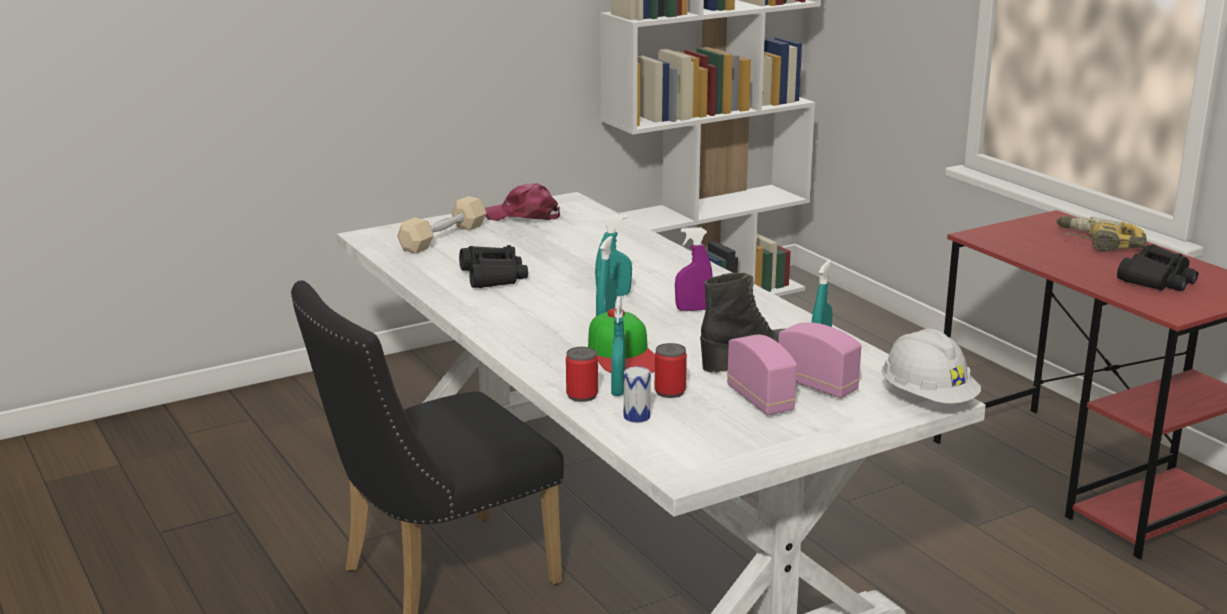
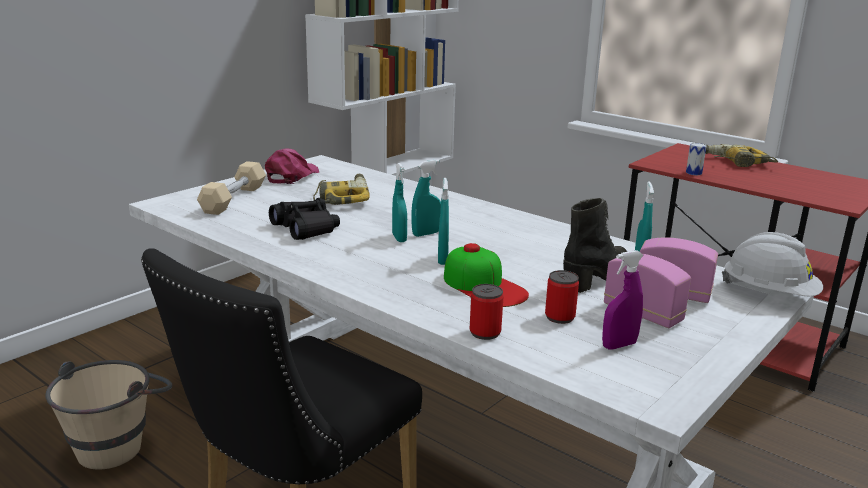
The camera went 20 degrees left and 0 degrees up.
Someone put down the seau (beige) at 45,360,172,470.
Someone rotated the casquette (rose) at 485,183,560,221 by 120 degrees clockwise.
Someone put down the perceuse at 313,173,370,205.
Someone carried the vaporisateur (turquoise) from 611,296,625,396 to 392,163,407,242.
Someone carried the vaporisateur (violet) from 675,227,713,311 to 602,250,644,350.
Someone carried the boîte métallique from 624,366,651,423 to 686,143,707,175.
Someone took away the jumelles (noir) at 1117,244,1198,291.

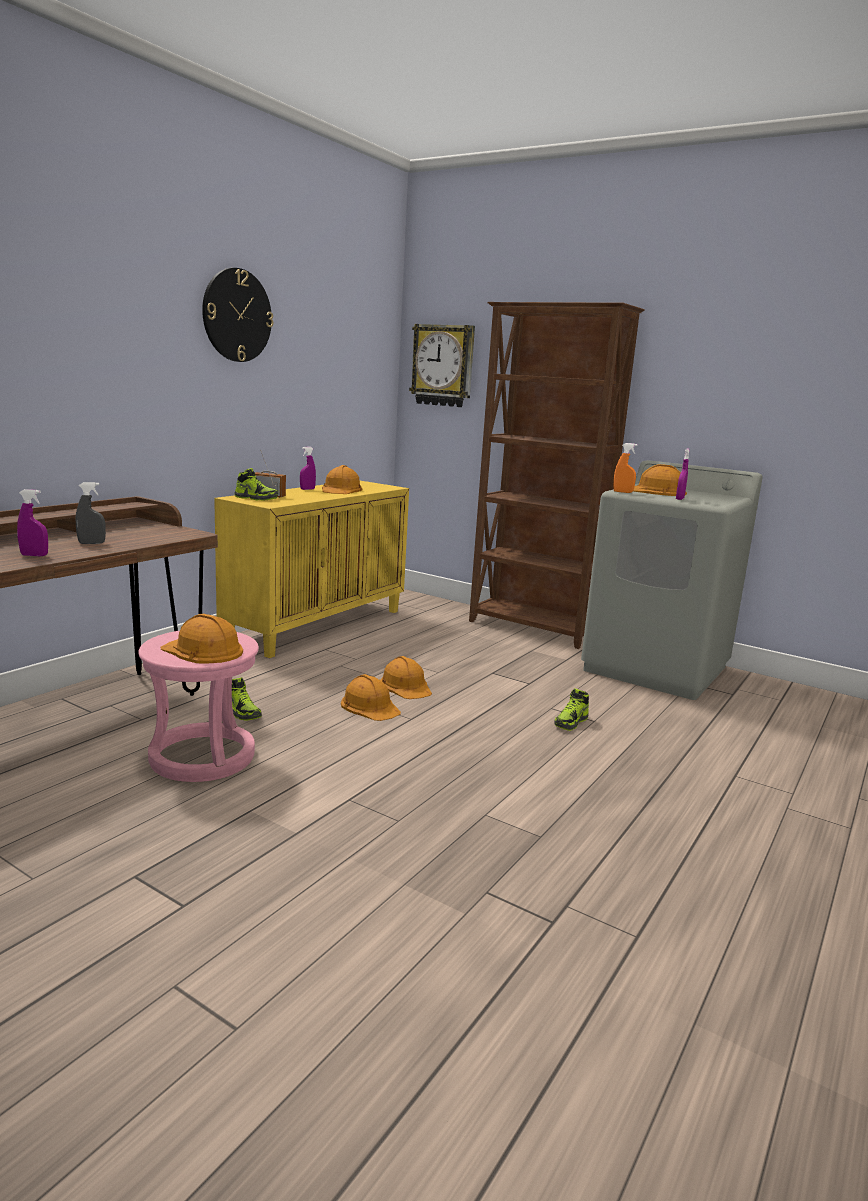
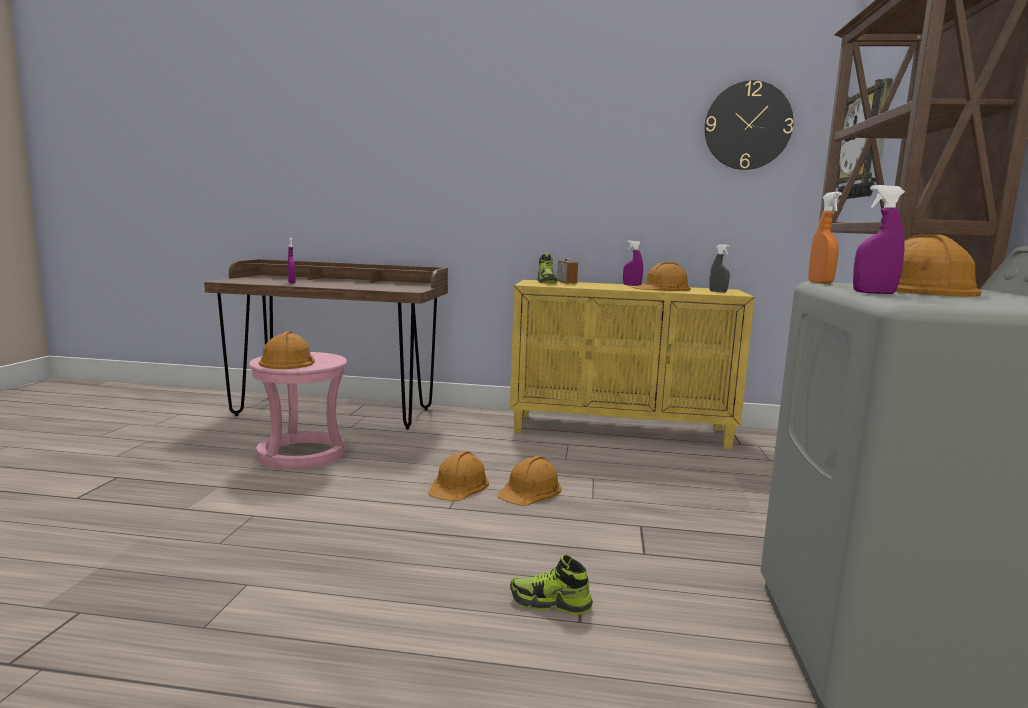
The camera went 65 degrees right and 5 degrees down.
Someone carried the horloge murale from 202,268,273,362 to 704,80,793,170.
Someone carried the vaporisateur (gris) from 76,482,106,544 to 709,244,730,292.
Someone took away the chaussure at 232,677,262,721.

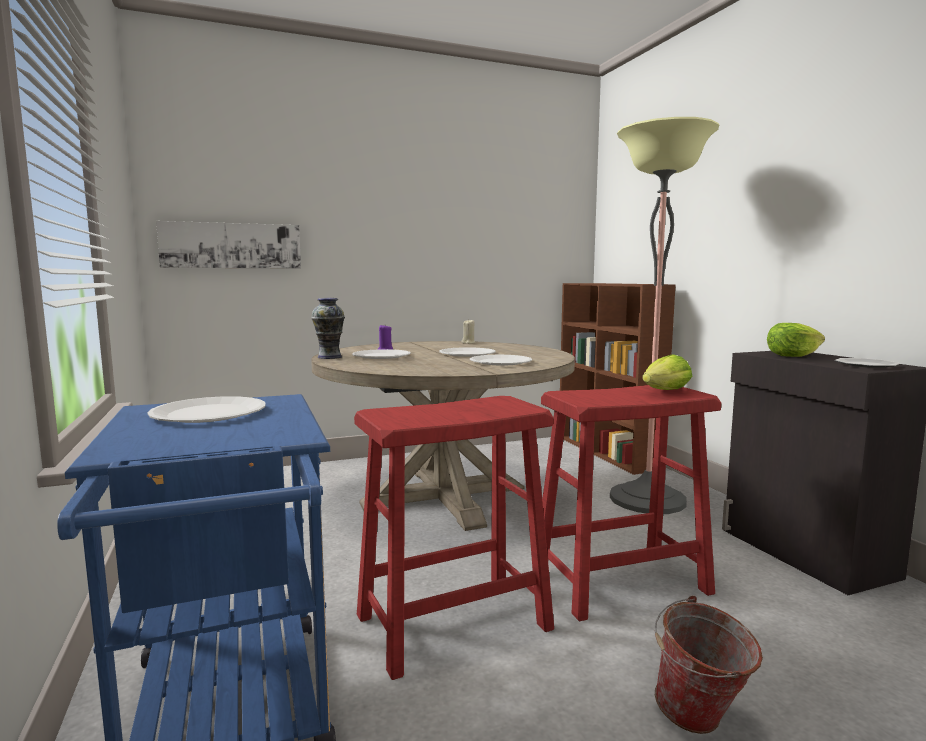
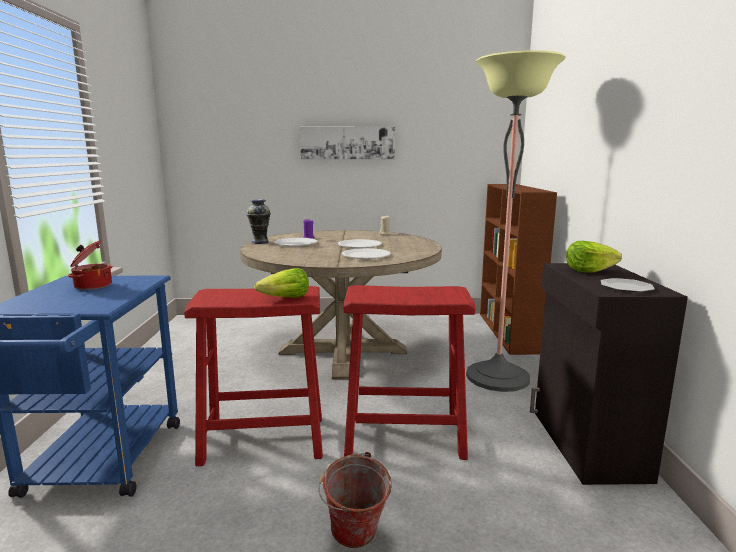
The camera went 20 degrees right and 5 degrees up.
Someone swapped the assiette (blanc) at 147,396,266,423 for the marmite at 68,240,113,290.
Someone carried the laitue from 642,354,693,390 to 254,268,309,297.
Someone carried the tableau from 156,221,301,269 to 300,127,395,159.

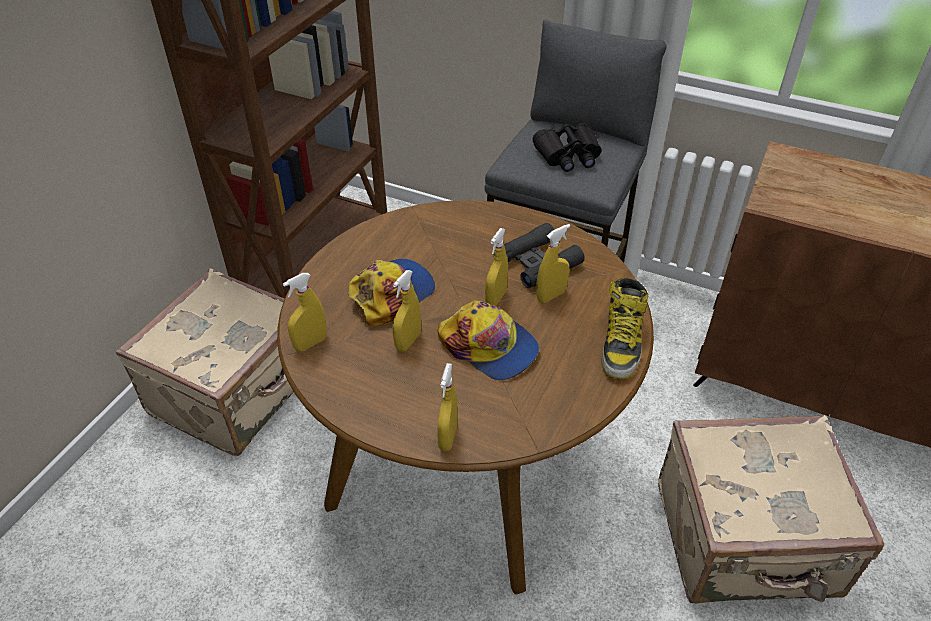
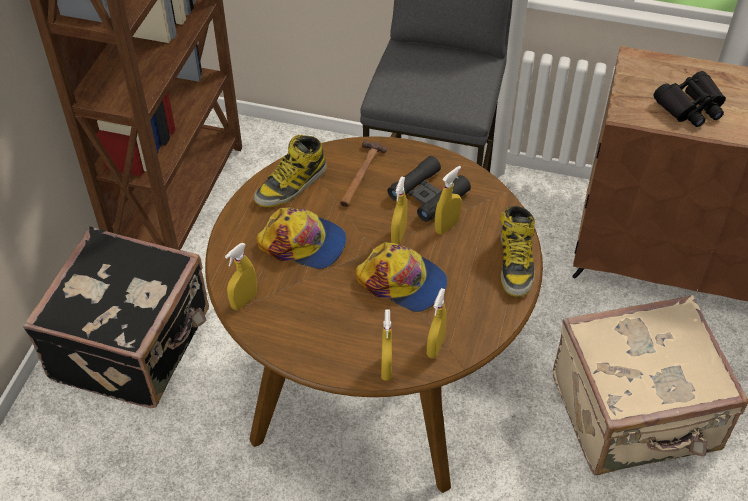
The camera went 10 degrees left and 5 degrees up.
Someone repainted the valise (beige) at 116,268,294,456, which became the valise (noir) at 23,227,209,408.
Someone put down the botte at 254,135,327,207.
Someone rotated the casquette at 348,259,435,326 by 75 degrees clockwise.
Someone put down the marteau at 340,140,387,207.
Someone carried the vaporisateur (jaune) from 393,270,421,352 to 427,288,447,359.
Someone carried the jumelles (noir) from 533,123,601,172 to 654,71,726,127.

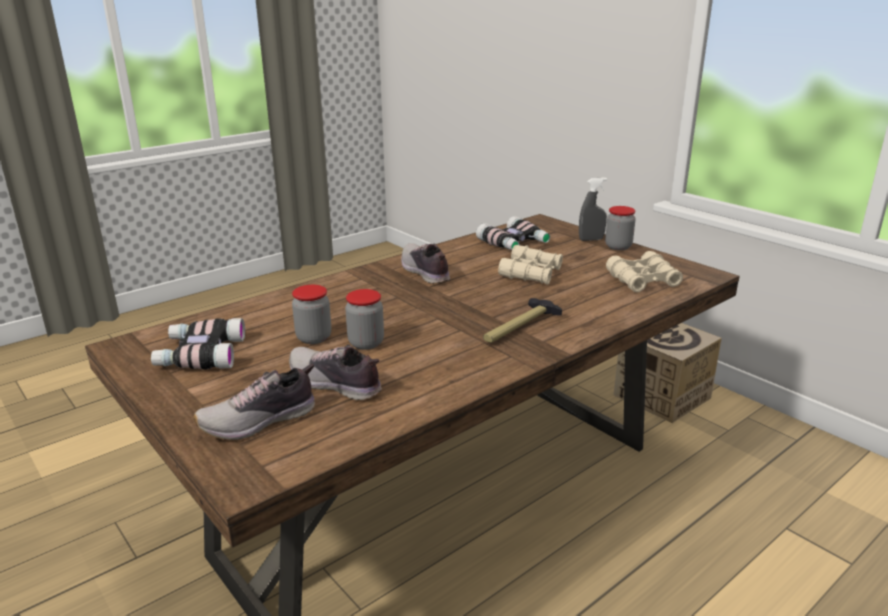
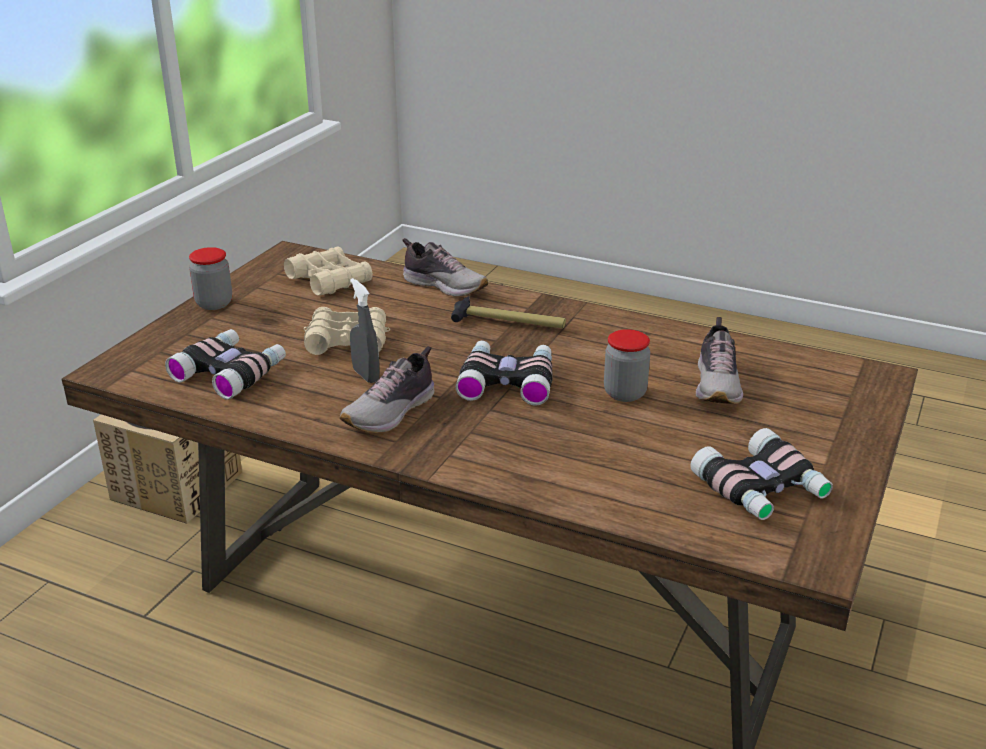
The camera went 115 degrees left and 5 degrees up.
Someone carried the vaporisateur (gris) from 579,177,607,241 to 350,278,379,383.
Someone carried the chaussure from 194,364,315,440 to 402,238,488,297.
Someone put down the jumelles at 456,341,552,406.
Someone took away the bocal at 292,285,331,344.

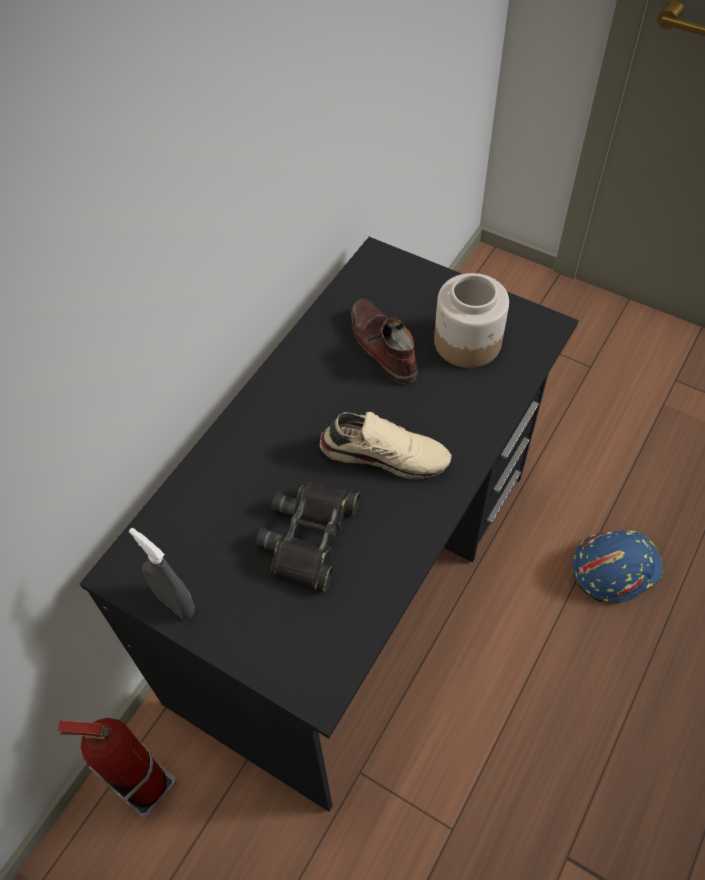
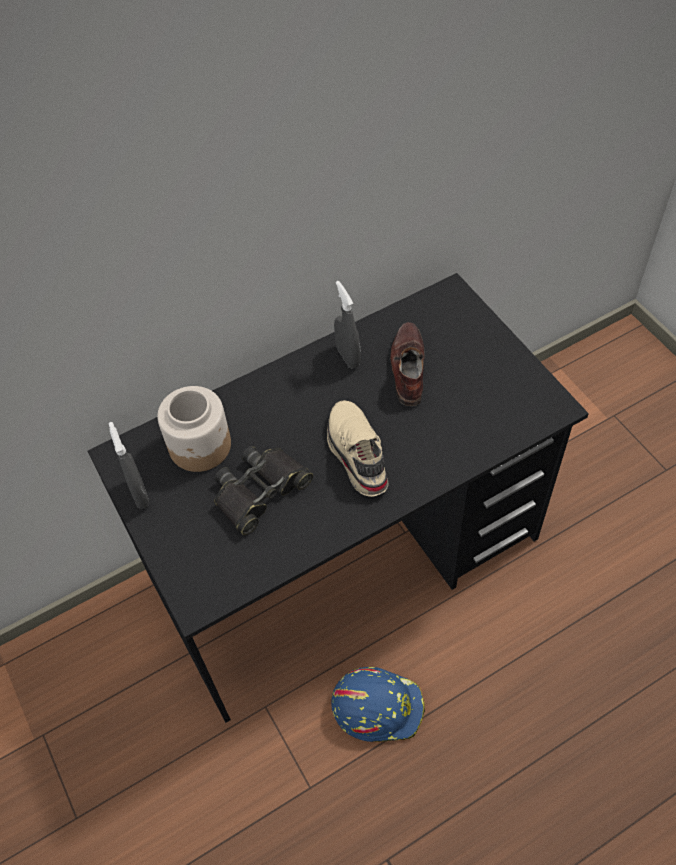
The camera went 30 degrees right and 0 degrees up.
Someone carried the bocal from 434,273,509,368 to 157,386,231,472.
Someone rotated the chaussure (beige) at 320,412,452,479 by 150 degrees counterclockwise.
Someone carried the casque de chantier (bleu) from 573,530,663,603 to 331,667,425,742.
Someone put down the vaporisateur (gris) at 334,281,360,369.
Someone took away the extincteur at 57,718,176,818.

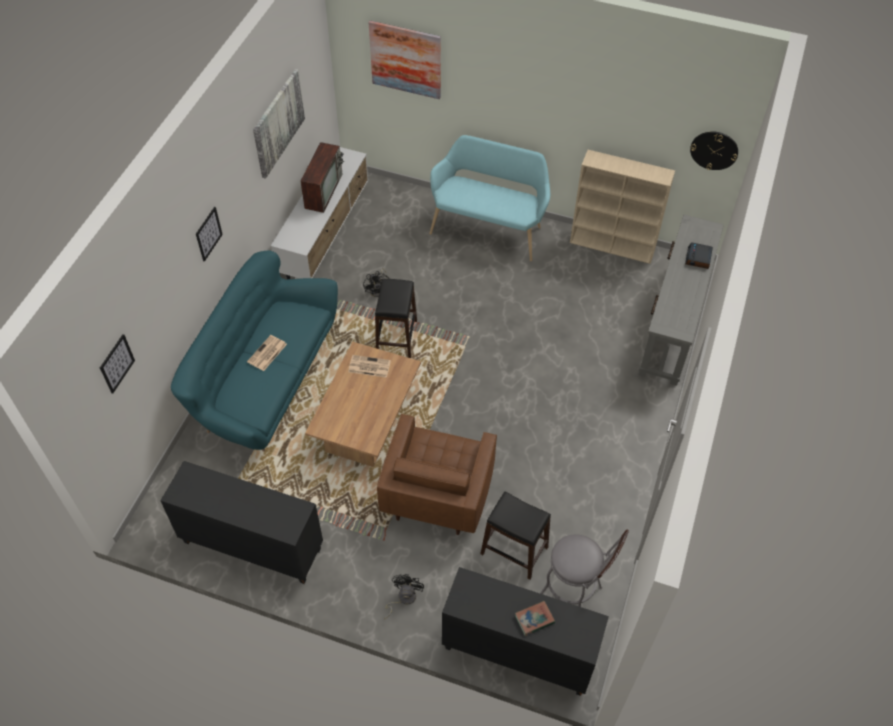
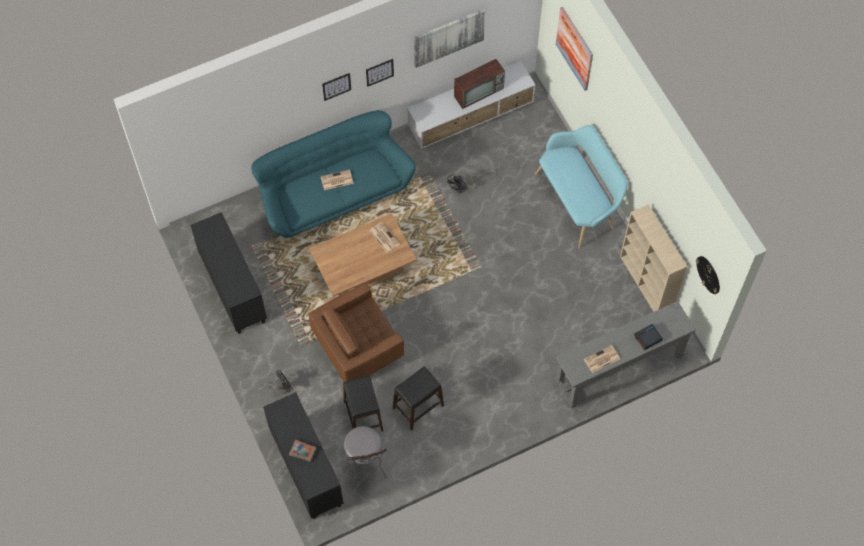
The camera went 45 degrees right and 10 degrees up.
Someone carried the tableau from 100,334,135,394 to 366,59,394,87.
Someone carried the tabouret (noir) from 375,279,417,358 to 393,366,444,430.
Someone put down the journal at 584,345,620,373.

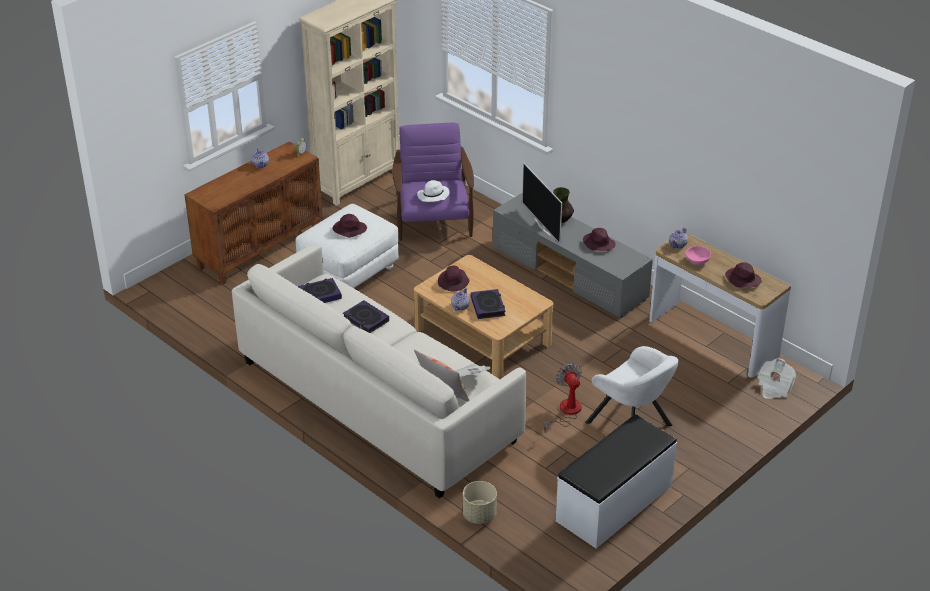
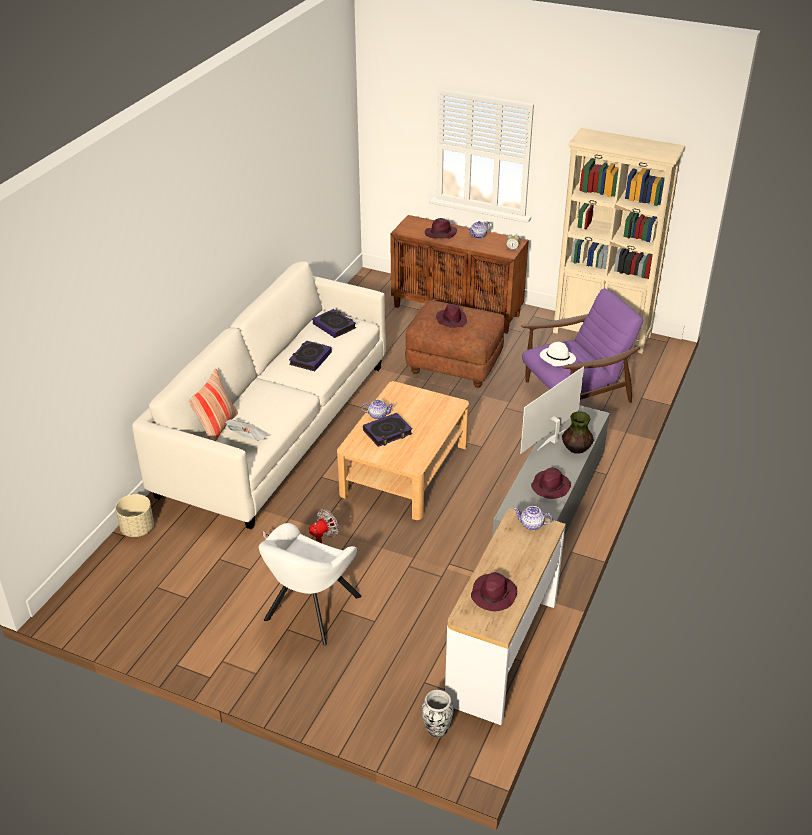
The camera went 70 degrees right and 0 degrees up.
Someone repainted the pouf (blanc) at 296,204,399,288, which became the pouf (marron) at 405,300,505,388.
Someone swapped the journal at 758,358,796,399 for the vase at 422,690,454,738.
Someone carried the chapeau (violet) from 438,265,470,291 to 425,218,457,238.
Someone took away the banc (blanc) at 556,414,677,548.
Someone took away the bol (rose) at 685,246,711,265.

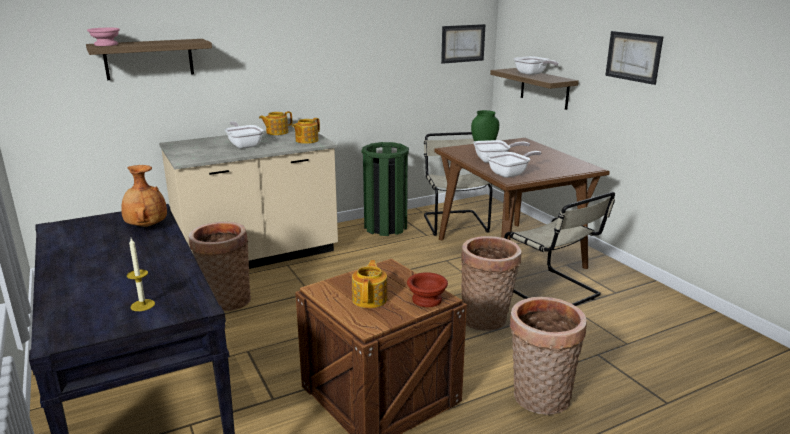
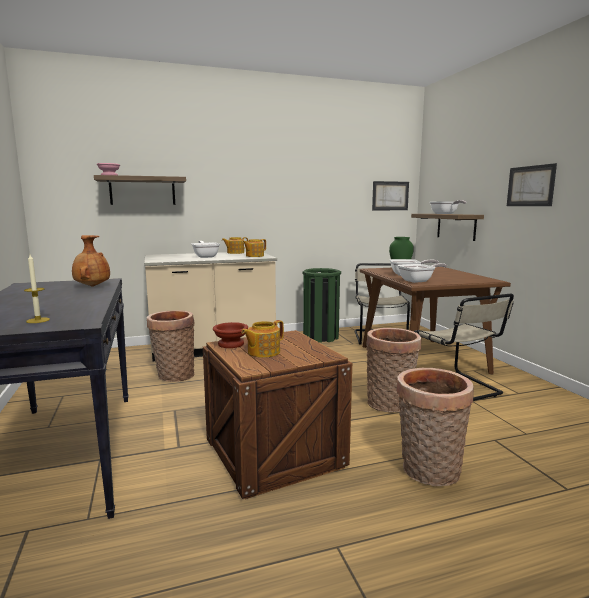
The camera went 10 degrees right and 10 degrees down.
Someone carried the bol (marron) from 407,272,448,307 to 213,322,248,348.
Someone rotated the théière at 352,260,387,308 by 150 degrees counterclockwise.

